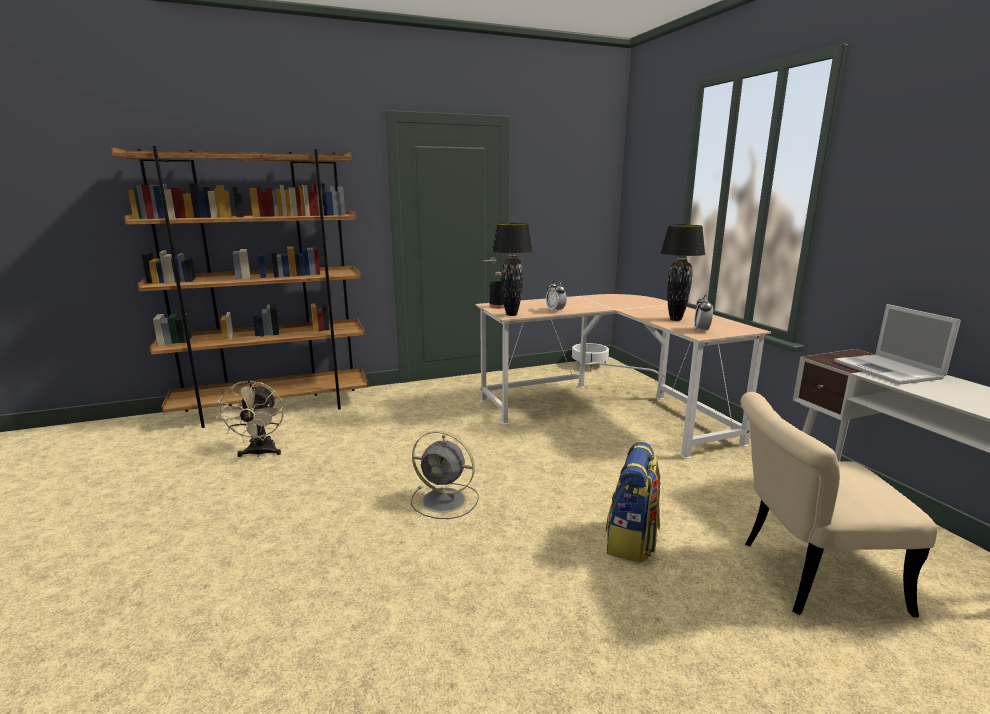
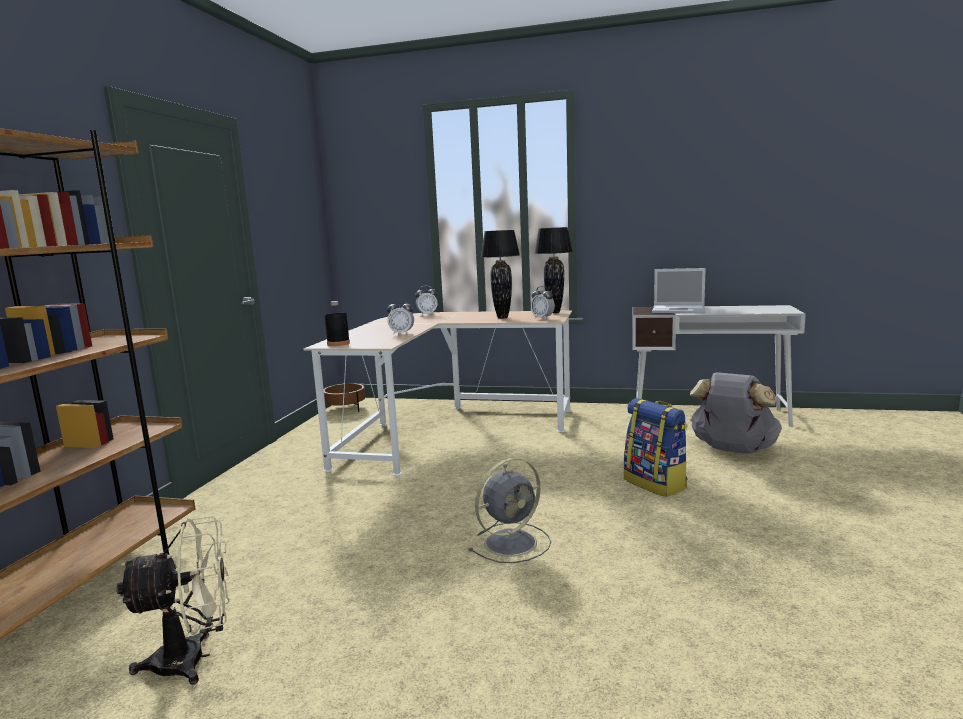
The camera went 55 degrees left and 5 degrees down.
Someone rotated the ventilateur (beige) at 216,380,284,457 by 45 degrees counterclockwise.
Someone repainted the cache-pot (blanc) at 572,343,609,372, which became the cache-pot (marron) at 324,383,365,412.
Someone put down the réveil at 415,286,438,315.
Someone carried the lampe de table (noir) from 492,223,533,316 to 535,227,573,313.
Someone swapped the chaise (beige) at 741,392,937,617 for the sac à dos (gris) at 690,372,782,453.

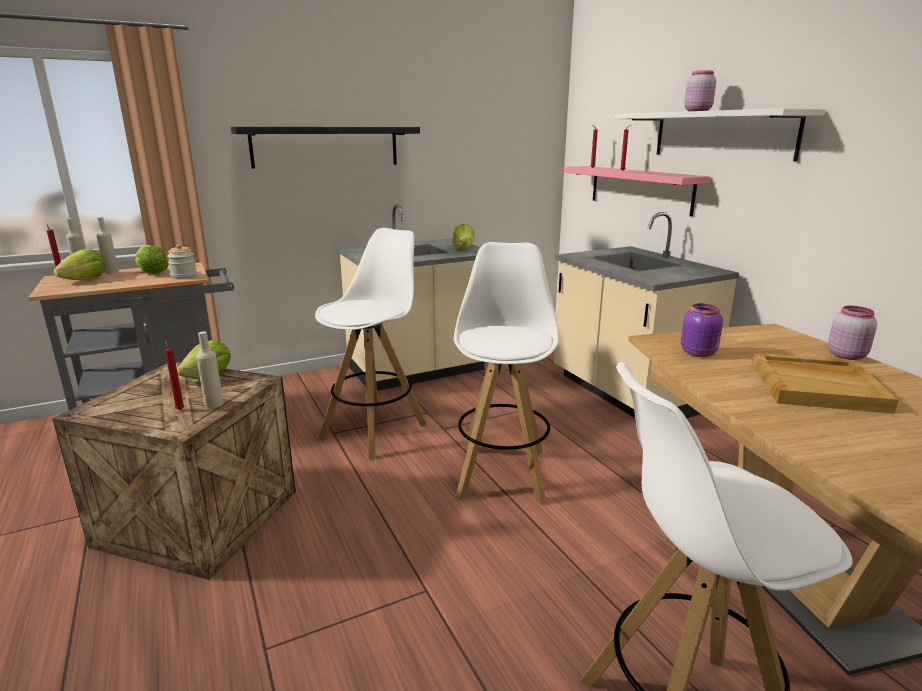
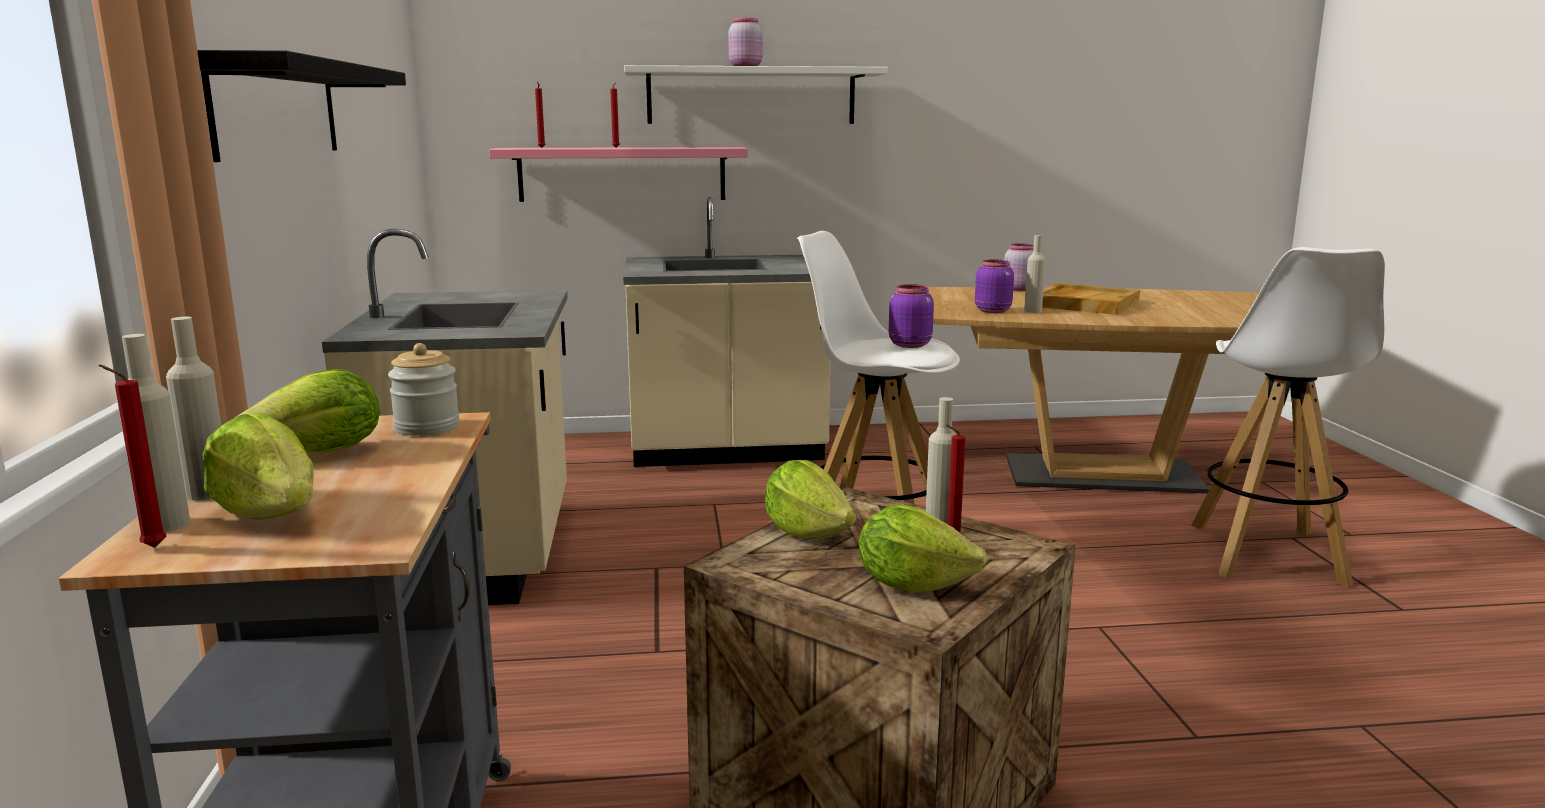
The camera went 70 degrees left and 5 degrees down.
Someone carried the laitue from 453,224,475,249 to 859,504,987,592.
Someone put down the bocal (violet) at 889,284,934,348.
Someone put down the bouteille (beige) at 1024,235,1046,313.
Someone took away the tabouret (blanc) at 315,228,427,460.

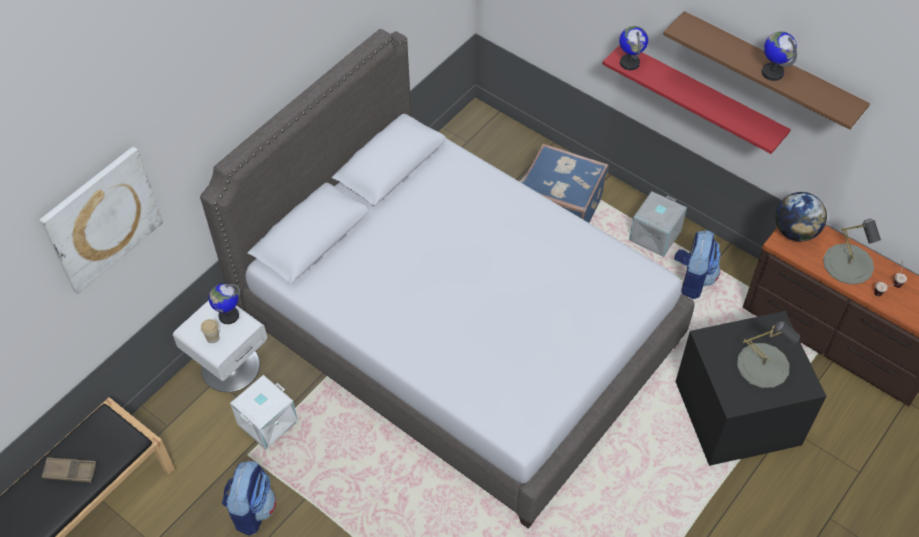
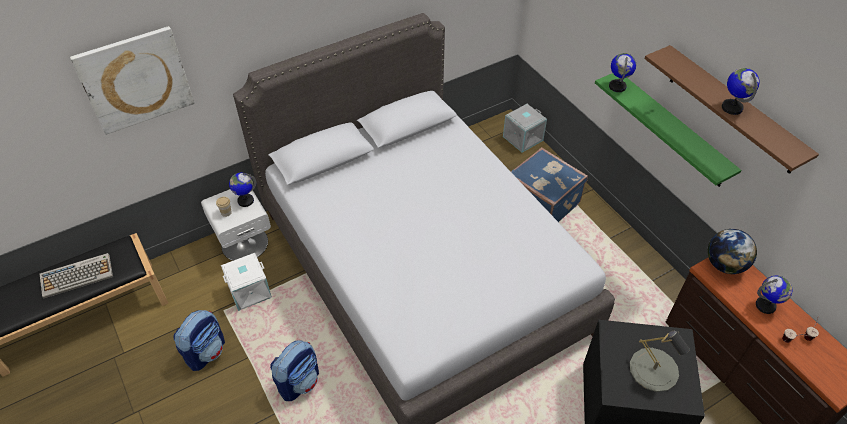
The camera went 20 degrees right and 5 degrees down.
Someone swapped the plateau (marron) at 41,457,97,482 for the clavier at 40,253,113,298.
Someone carried the sac à dos from 674,230,721,299 to 270,340,319,401.
Someone carried the boîte de rangement (gris) from 629,191,687,257 to 503,104,547,153.
Someone repainted the étagère (rouge) at 602,45,791,154, which became the étagère (vert) at 595,73,741,187.
Someone swapped the lampe de table (gris) at 823,218,881,285 for the globe at 756,276,792,314.

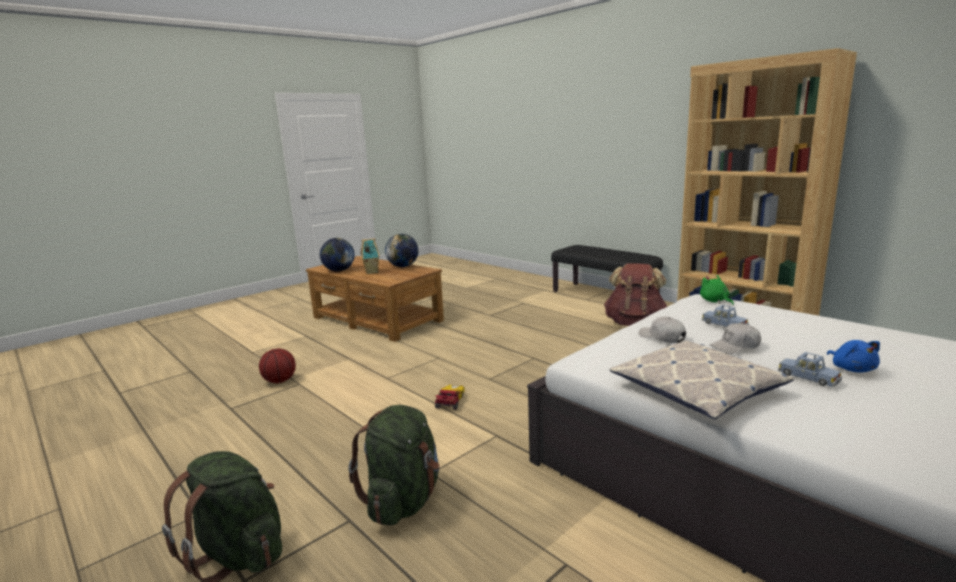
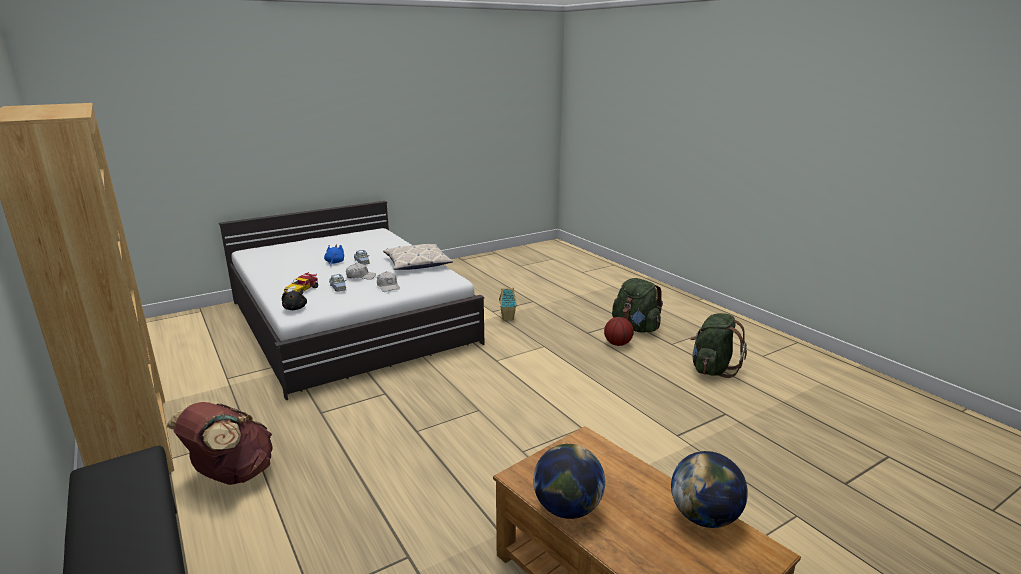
The camera went 170 degrees left and 5 degrees up.
Someone repainted the peluche (vert) at 700,275,734,305, which became the peluche (noir) at 282,291,307,310.
Someone carried the petite voiture from 435,385,465,410 to 284,272,318,294.
Someone carried the maison miniature from 361,238,380,274 to 499,288,517,321.
Someone carried the ballon de basket from 259,348,296,383 to 604,317,634,346.
Someone carried the sac à dos (vert) from 348,405,440,525 to 690,313,747,378.

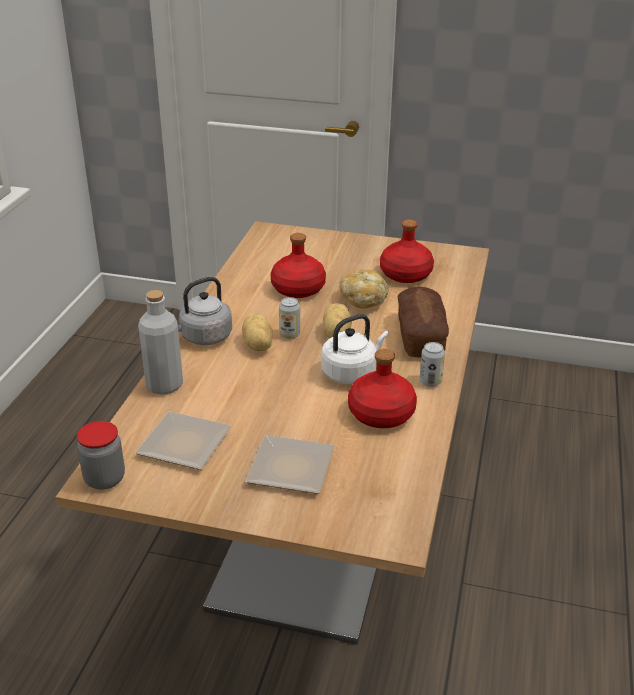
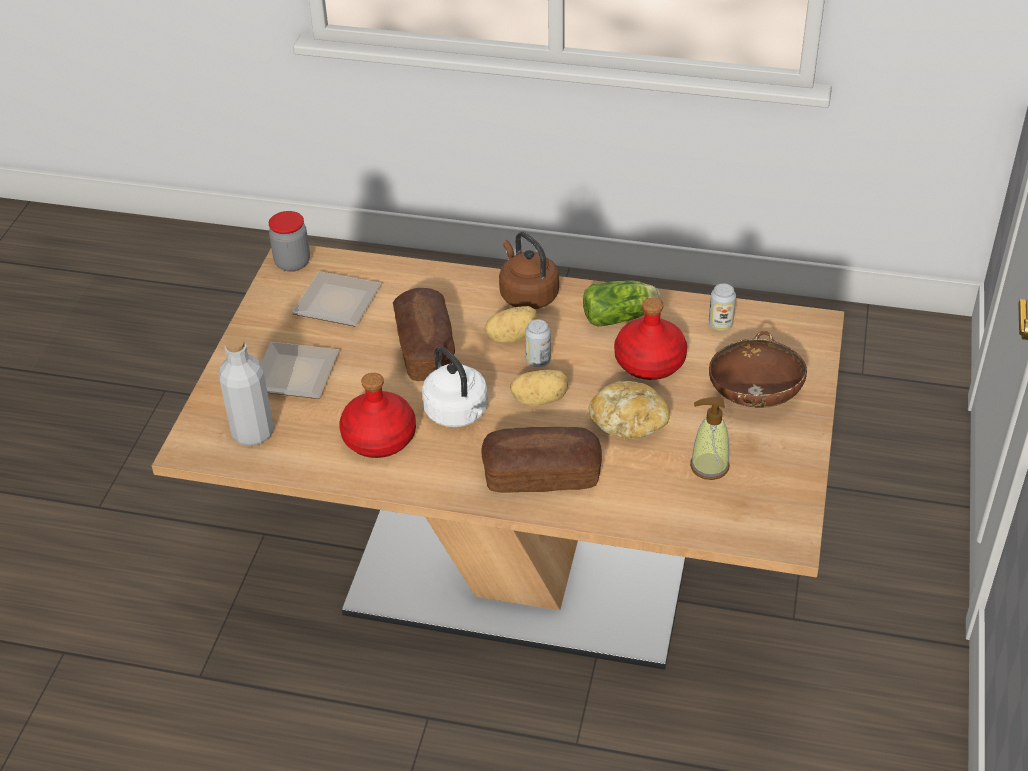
The camera went 90 degrees right and 10 degrees up.
Someone carried the bouteille (gris) from 138,290,183,395 to 218,336,274,446.
Someone put down the pain at 393,288,455,381.
Someone repainted the bouilloire (gris) at 178,277,232,345, which became the bouilloire (marron) at 499,232,559,309.
Someone put down the laitue at 583,281,661,326.
Someone swapped the bouteille (rouge) at 380,220,434,283 for the distributeur de savon at 690,397,730,480.
Someone carried the boîte métallique from 420,342,445,387 to 709,284,736,331.
Someone put down the bol (marron) at 709,331,807,408.

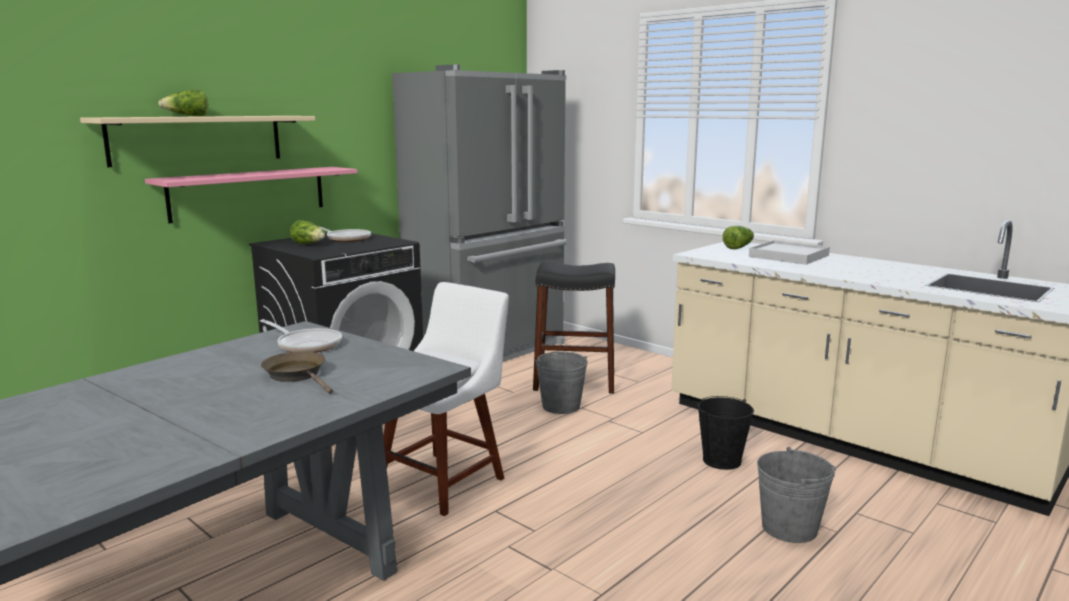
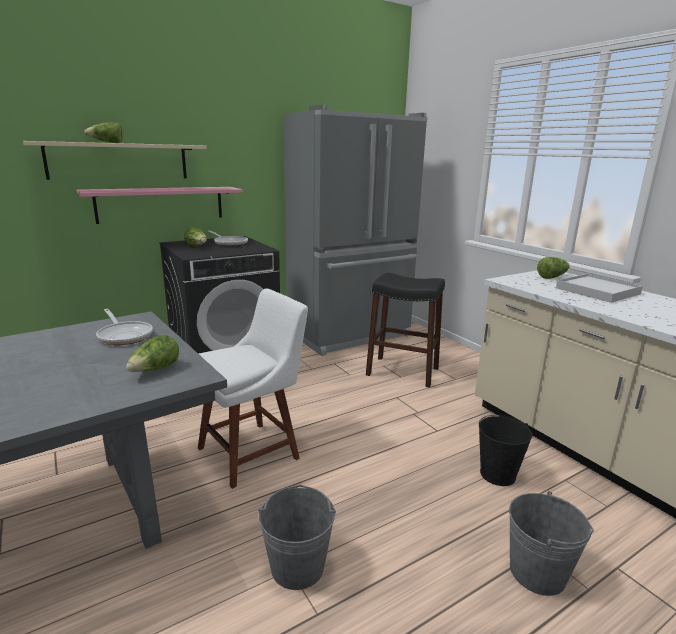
The camera went 15 degrees right and 5 degrees up.
Someone put down the laitue at 126,334,179,372.
Someone carried the seau (gris) from 536,352,588,414 to 258,485,336,590.
Someone took away the poêle (marron) at 261,352,333,394.

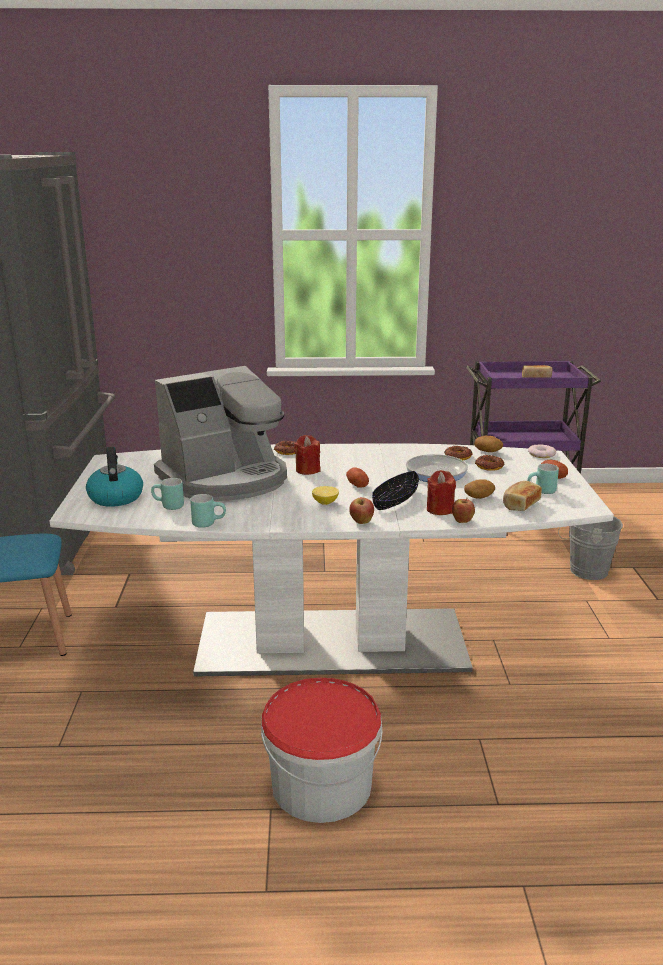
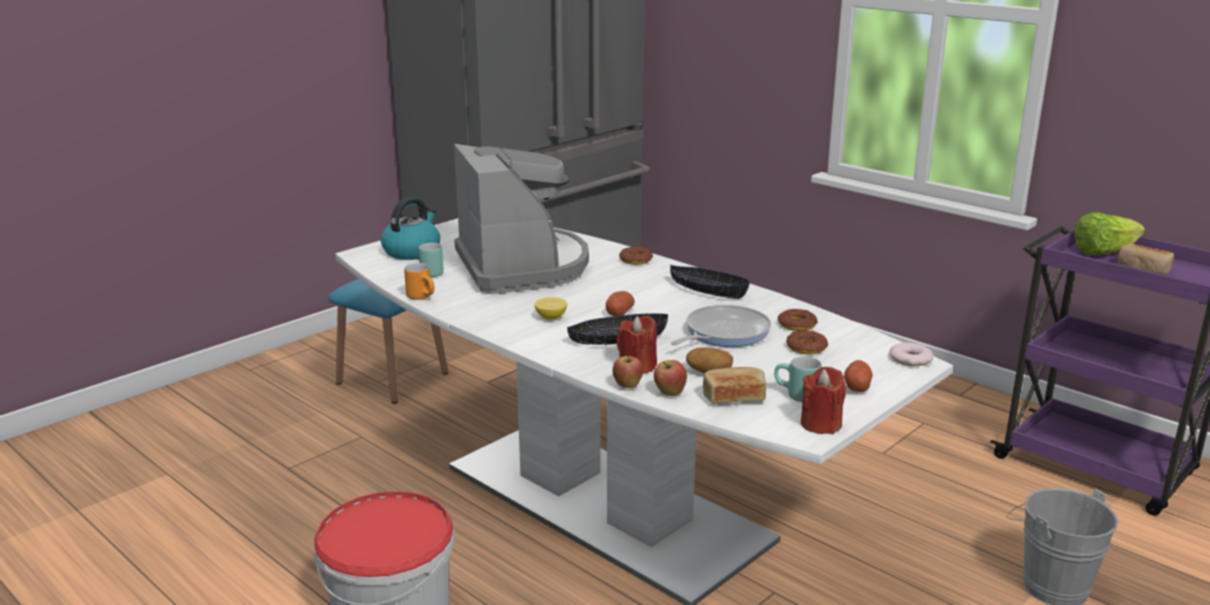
The camera went 45 degrees right and 0 degrees up.
Someone repainted the mug (turquoise) at 190,494,226,528, which became the mug (orange) at 404,263,435,300.
Someone rotated the machine à café at 154,366,287,501 by 120 degrees counterclockwise.
Someone carried the pomme from 349,497,374,524 to 654,360,687,396.
Someone put down the bol (noir) at 670,265,750,299.
Someone carried the bougie (rouge) from 294,435,320,475 to 801,367,846,434.
Someone put down the laitue at 1075,212,1145,255.
Someone took away the pomme de terre at 474,436,503,452.

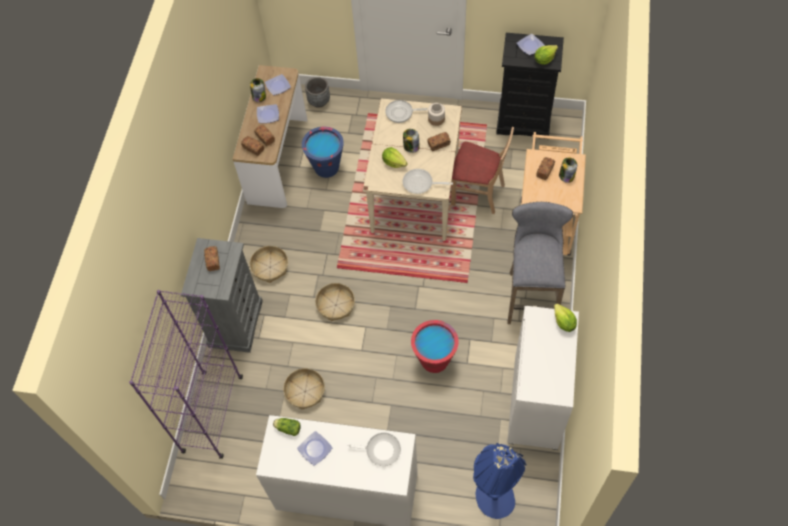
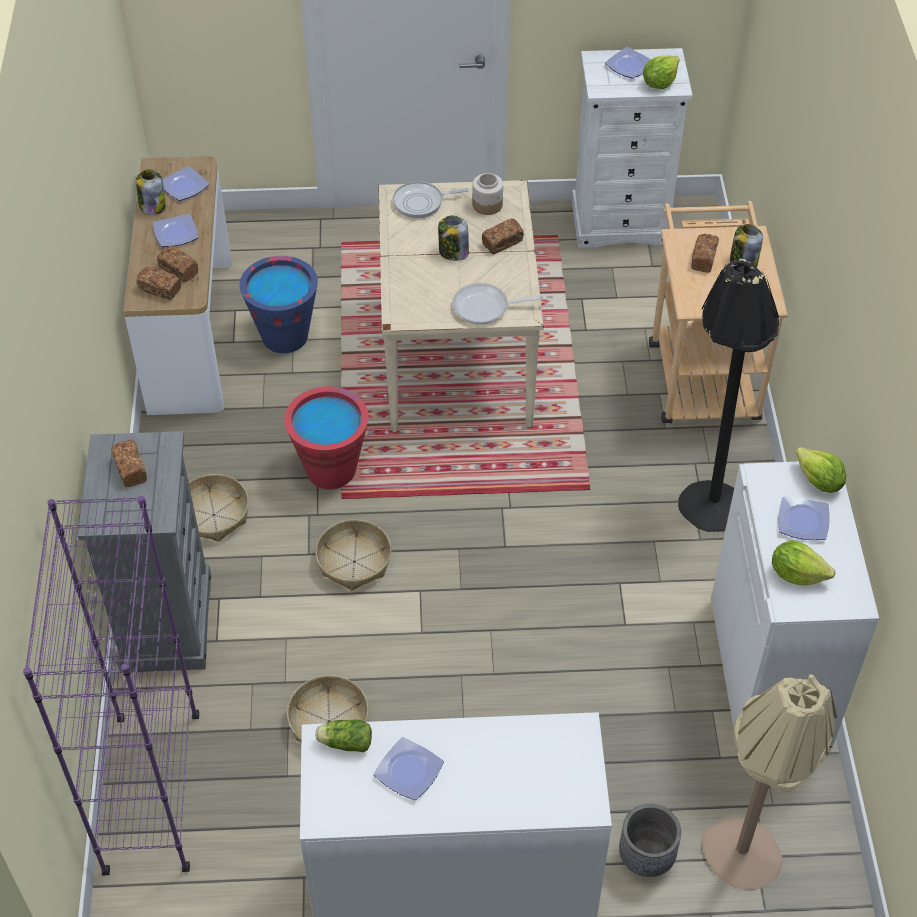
The camera went 15 degrees left and 10 degrees down.
Someone carried the seau (rouge) from 411,320,458,373 to 284,386,368,489.
Someone repainted the commode (noir) at 496,33,564,139, which became the commode (blanc) at 572,48,693,248.
Someone carried the cache-pot (gris) from 305,77,330,108 to 619,804,681,877.
Someone swapped the tabouret (gris) at 508,202,573,324 for the lampadaire (noir) at 678,259,779,532.
Someone repainted the lampadaire (bleu) at 473,443,527,519, which became the lampadaire (beige) at 702,675,837,890.
Someone carried the laitue from 382,147,408,168 to 772,540,835,585.
Someone put down the assiette at 778,497,830,540.
Someone took away the poêle at 348,433,401,466.
Someone took away the chaise (beige) at 451,127,514,214.

